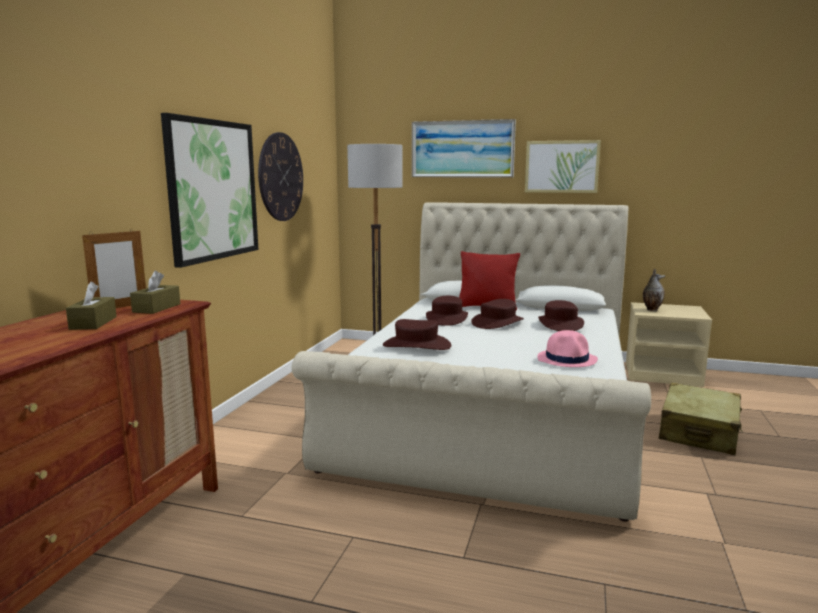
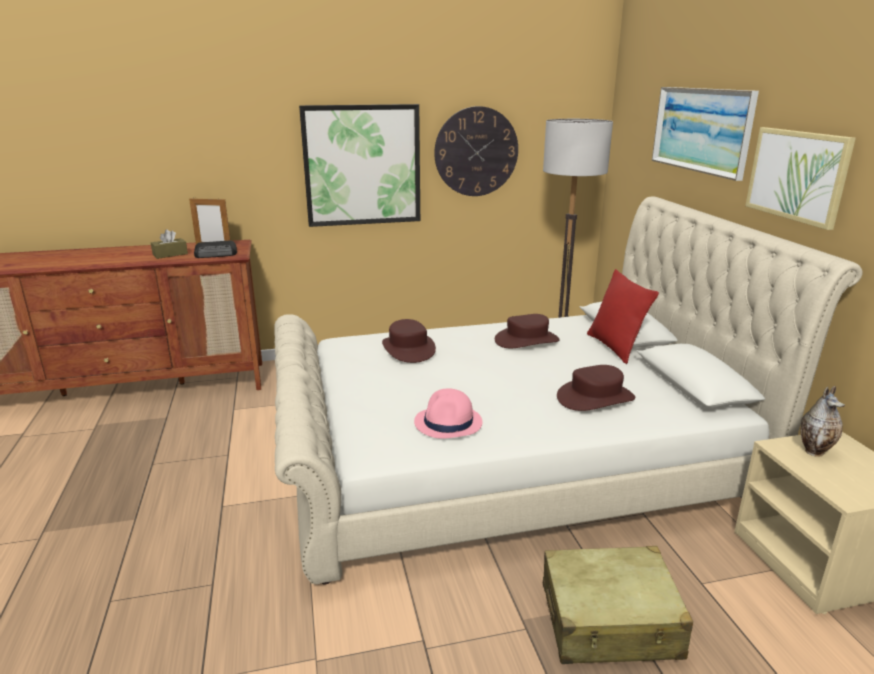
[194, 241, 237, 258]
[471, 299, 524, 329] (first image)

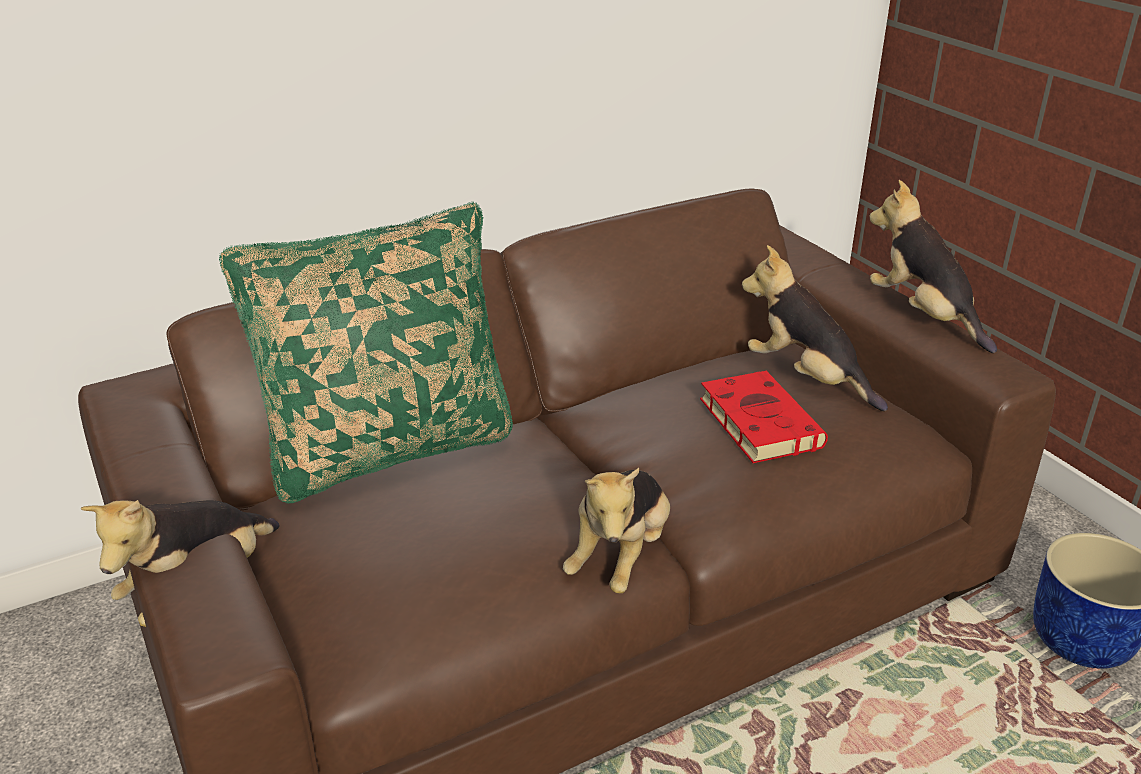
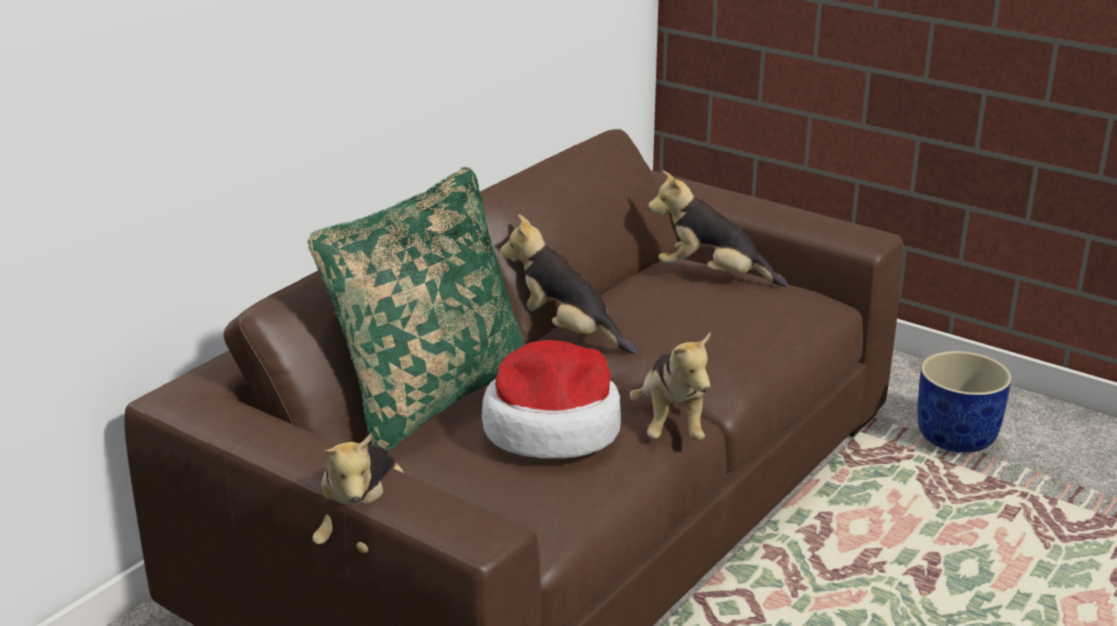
[700, 371, 828, 463] (first image)
[500, 214, 637, 354]
[482, 340, 621, 459]

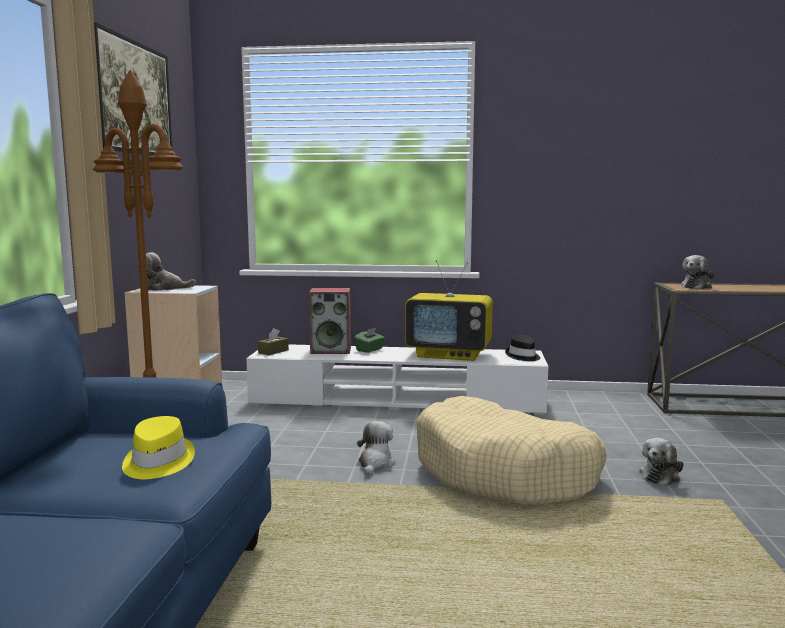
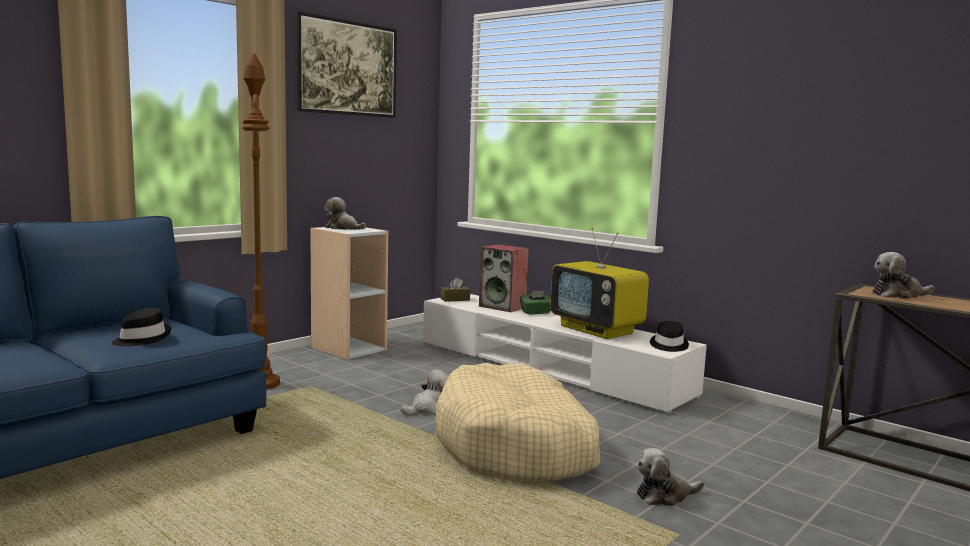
[112, 308, 171, 346]

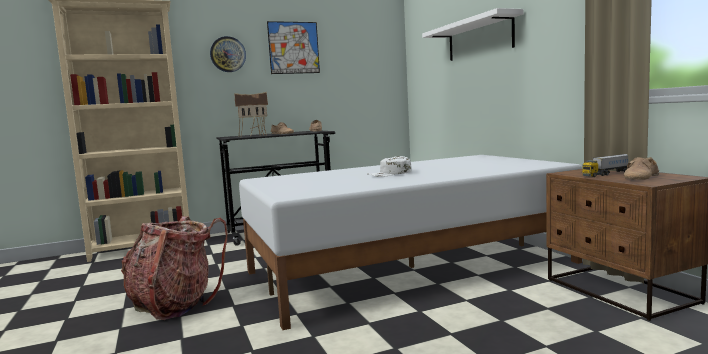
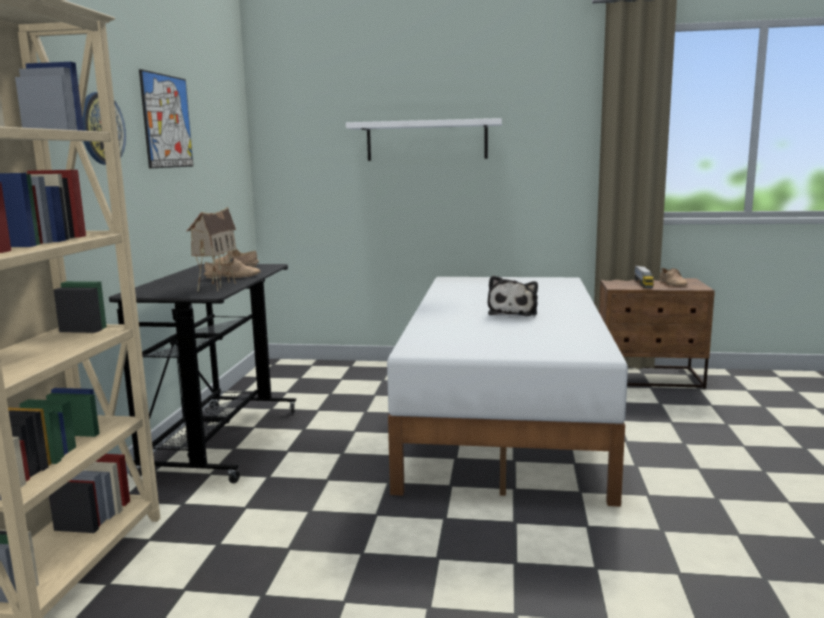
[121, 216, 227, 320] (first image)
[488, 275, 538, 316]

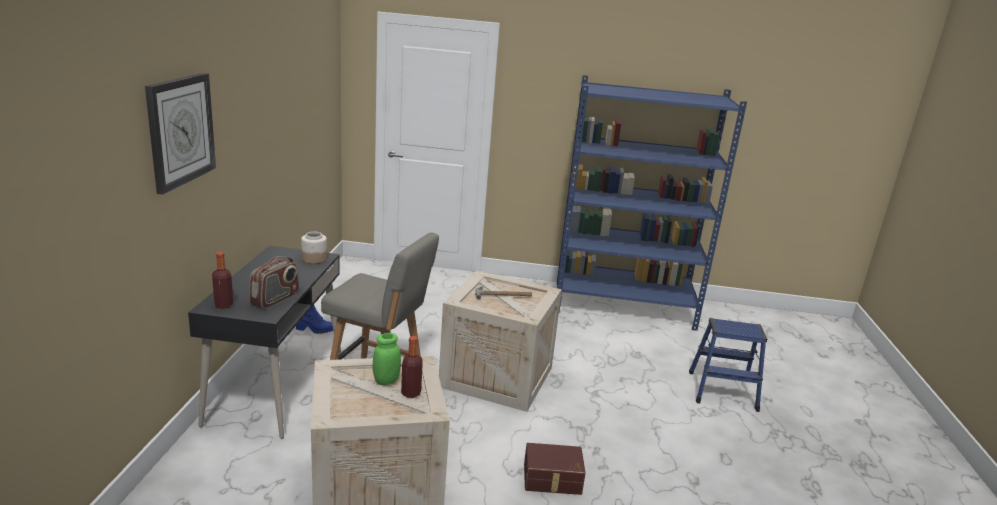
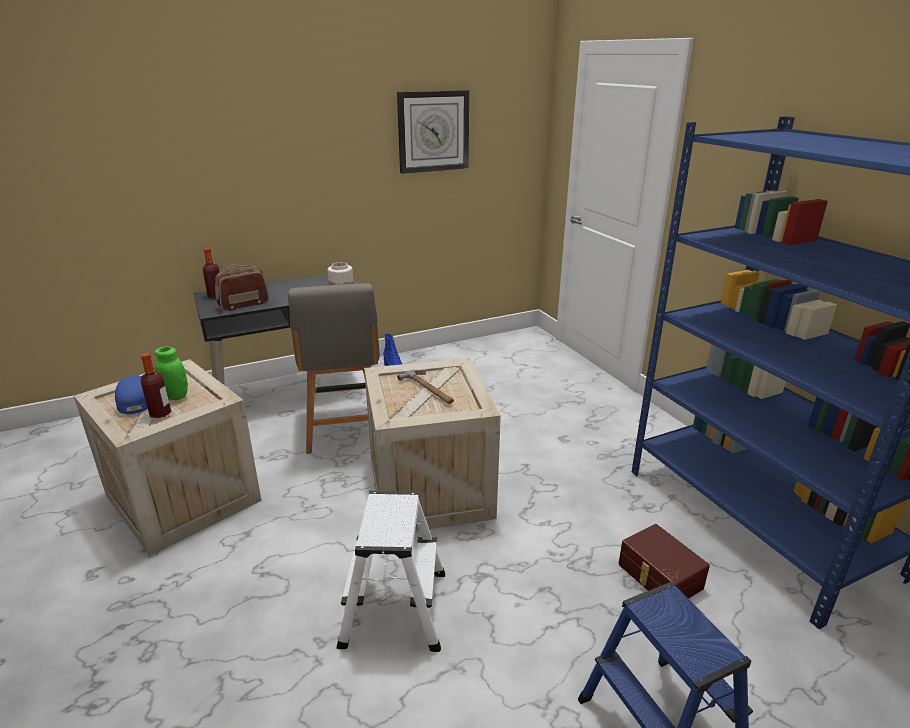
[397, 90, 469, 174]
[215, 265, 269, 311]
[618, 524, 710, 599]
[115, 376, 148, 414]
[337, 491, 445, 652]

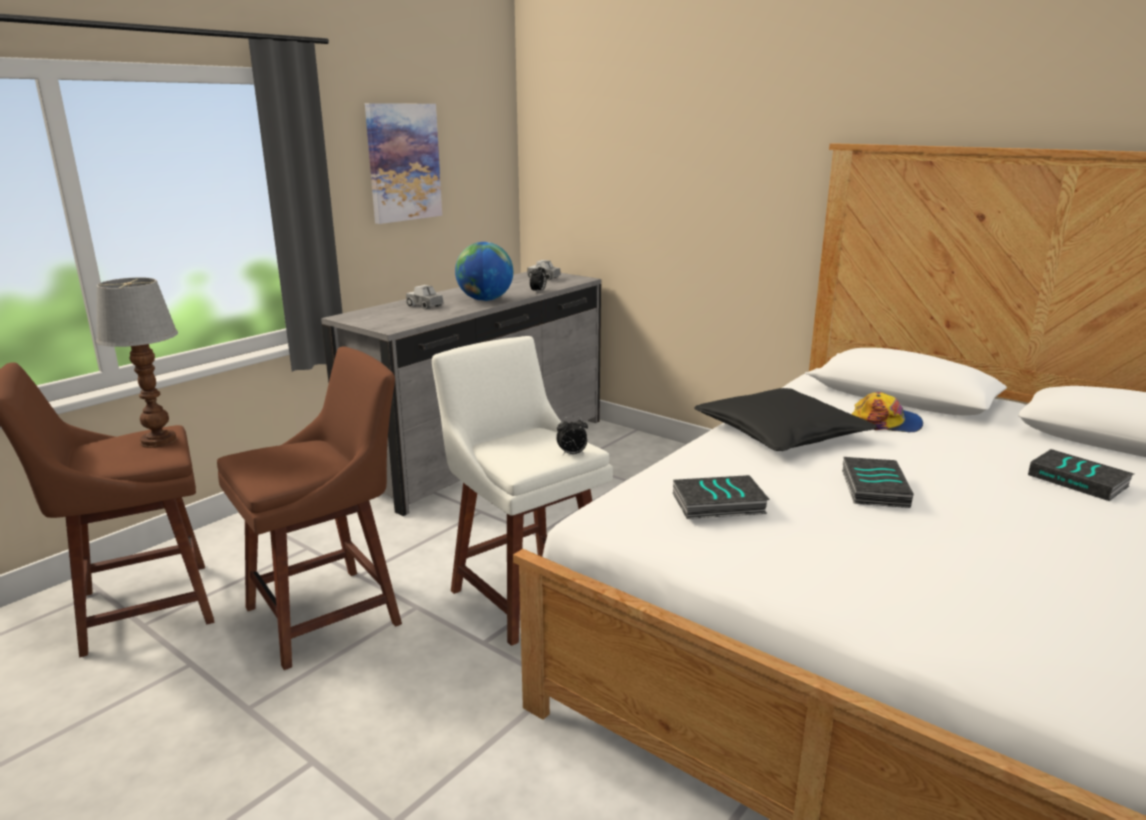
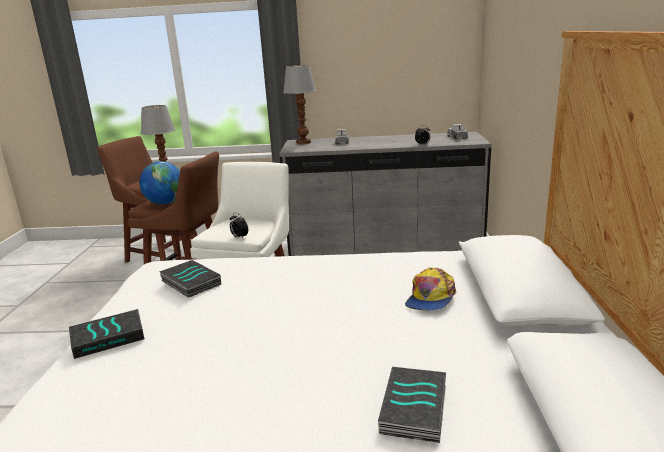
[365, 103, 442, 224] (first image)
[139, 161, 180, 205]
[694, 388, 877, 451] (first image)
[69, 309, 144, 359]
[405, 267, 456, 311]
[283, 65, 316, 144]

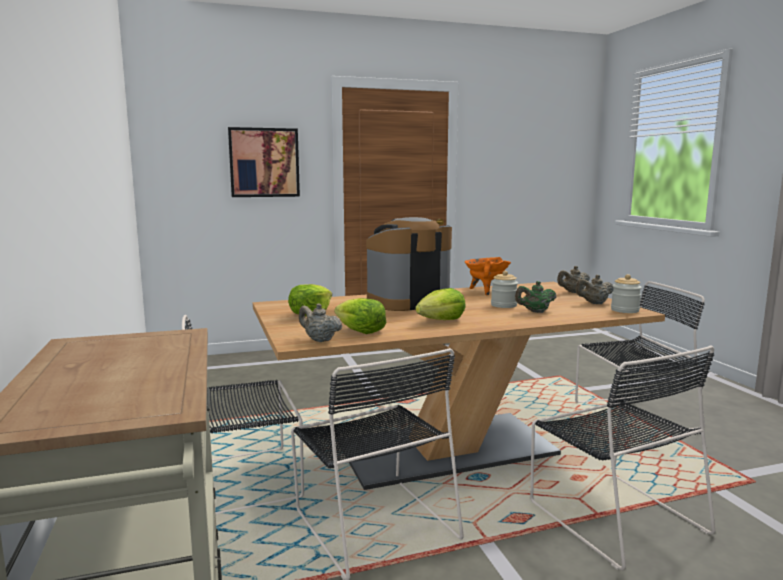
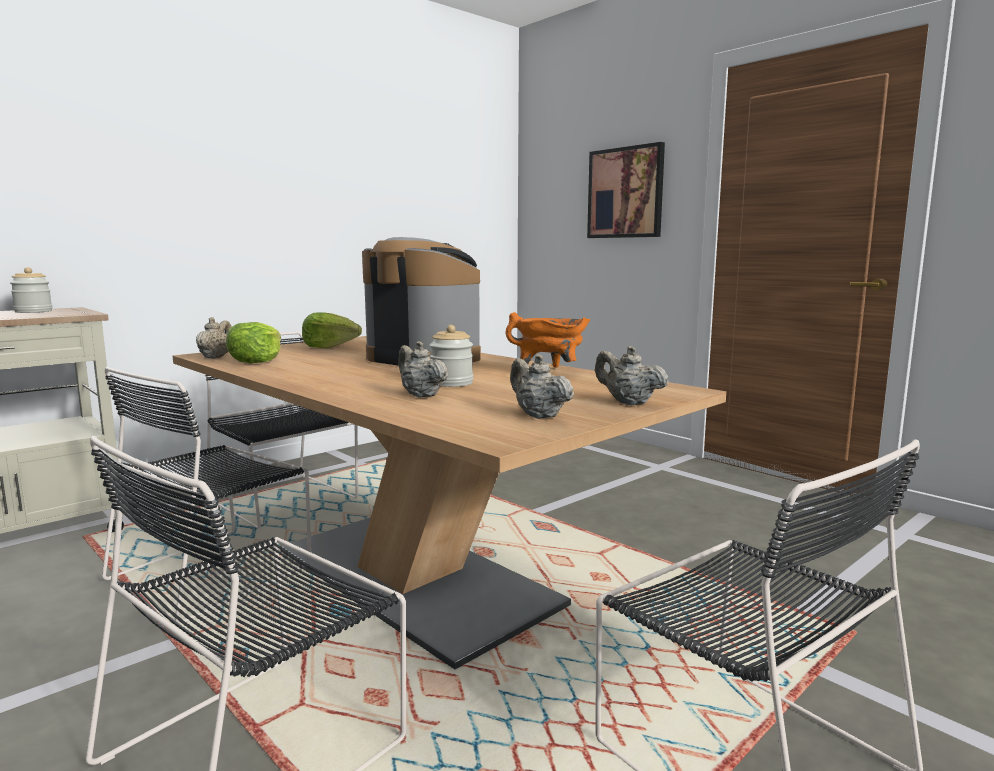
[415, 288, 466, 320] (first image)
[398, 341, 448, 397]
[10, 267, 52, 313]

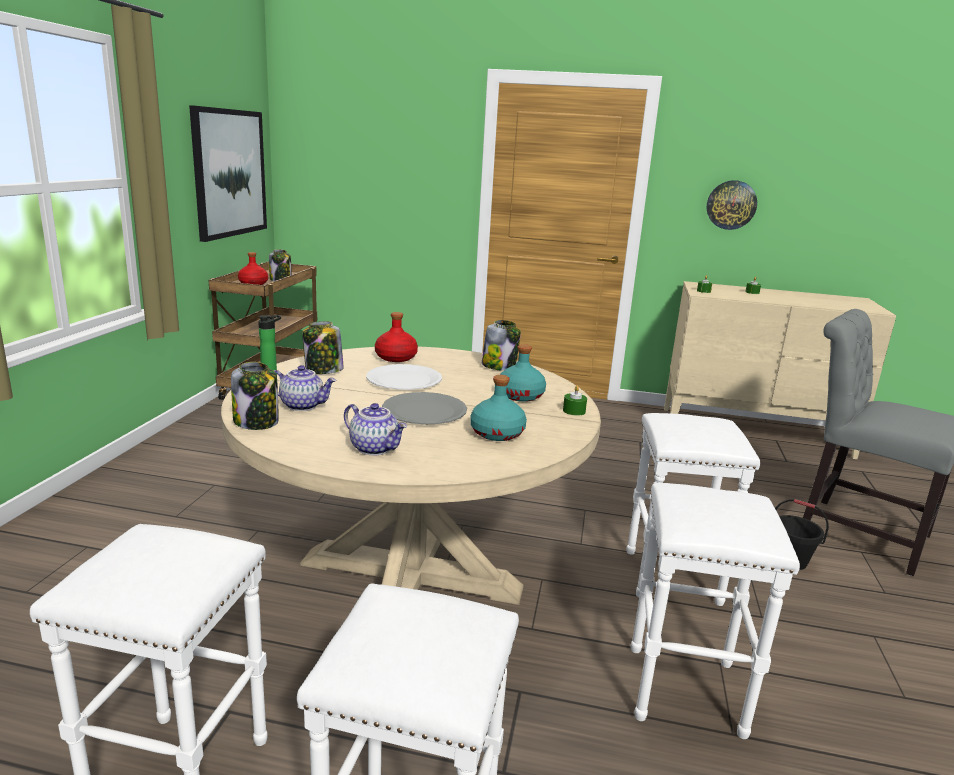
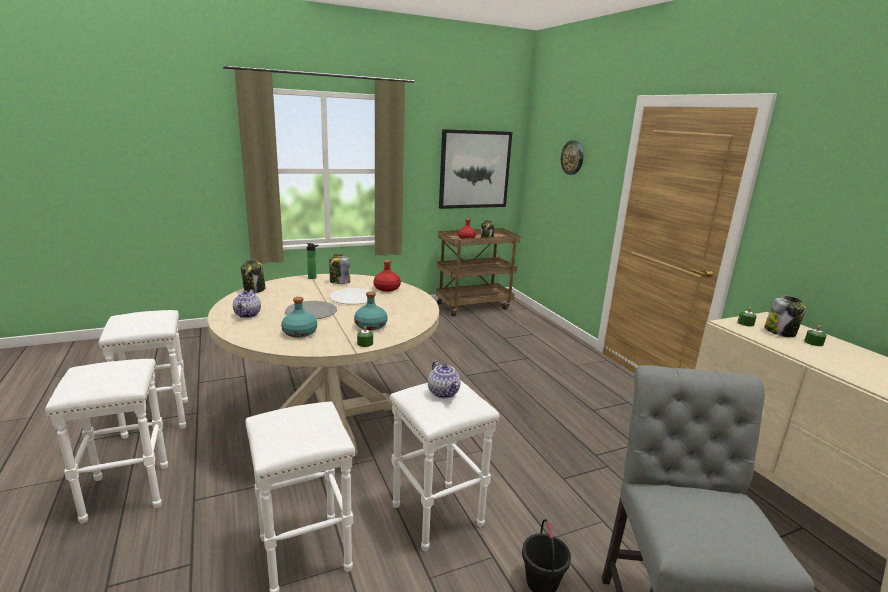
[428, 361, 461, 398]
[764, 296, 806, 337]
[561, 140, 583, 175]

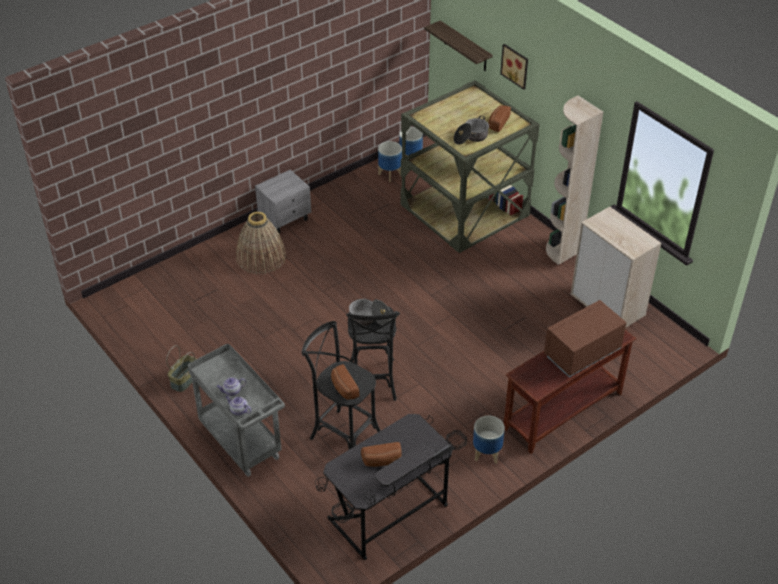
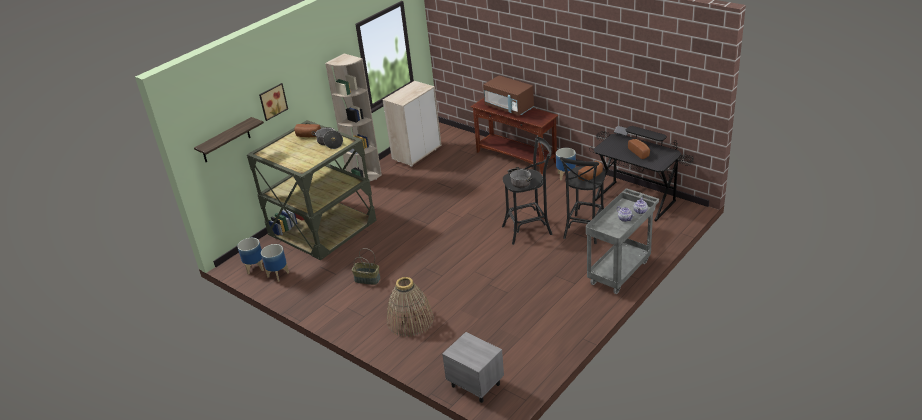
[352, 248, 381, 285]
[442, 332, 504, 403]

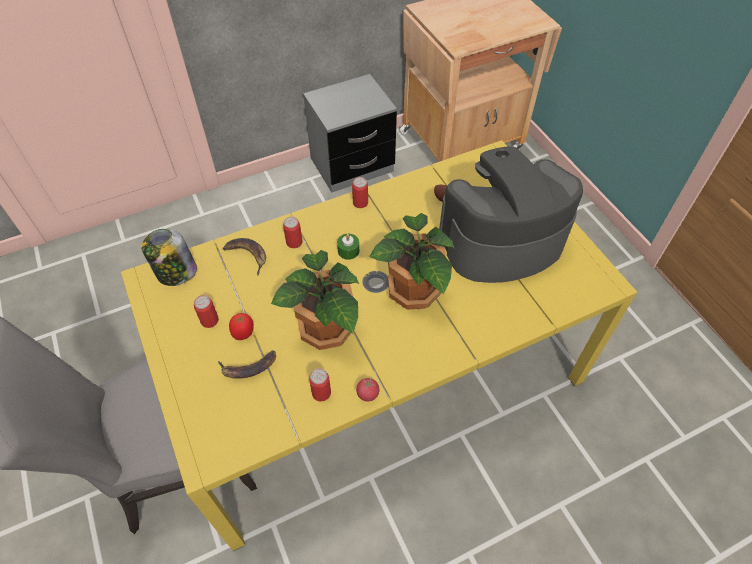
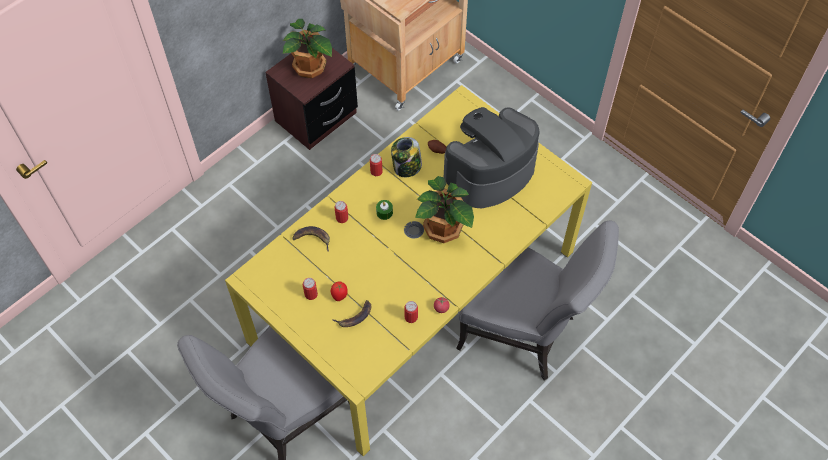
[391, 137, 422, 177]
[283, 19, 332, 78]
[265, 48, 358, 150]
[456, 220, 619, 381]

